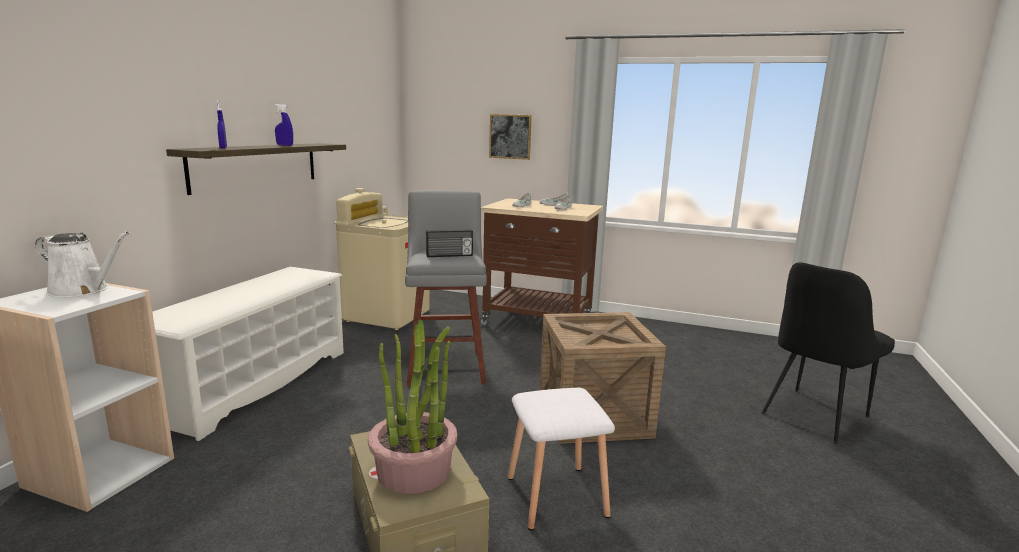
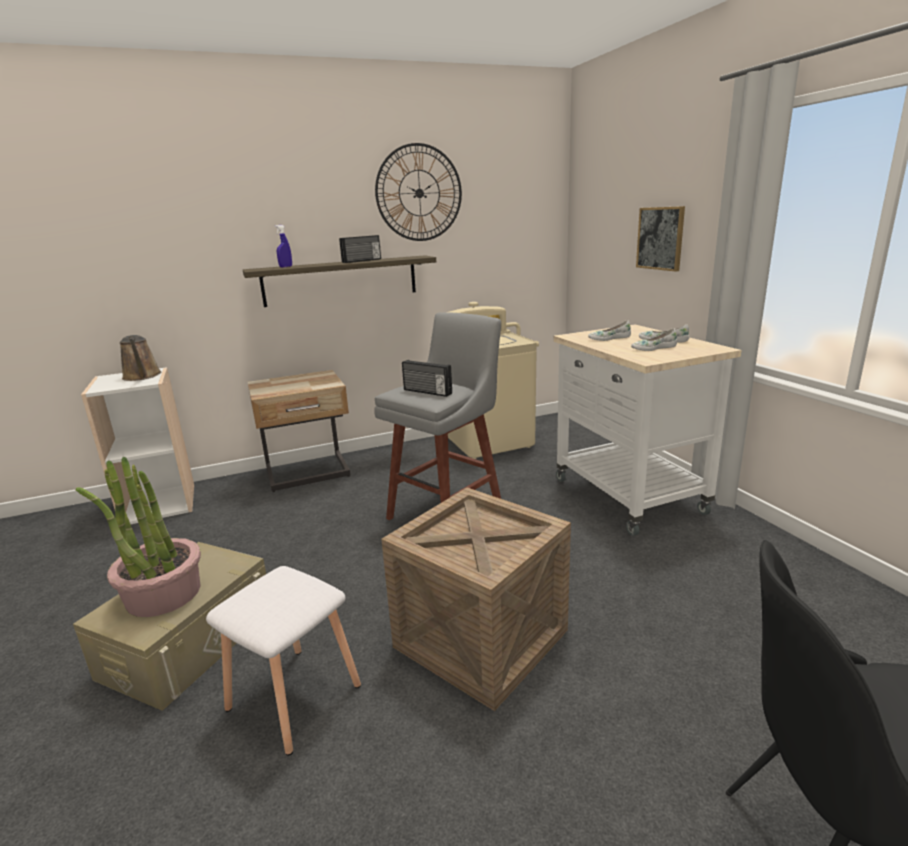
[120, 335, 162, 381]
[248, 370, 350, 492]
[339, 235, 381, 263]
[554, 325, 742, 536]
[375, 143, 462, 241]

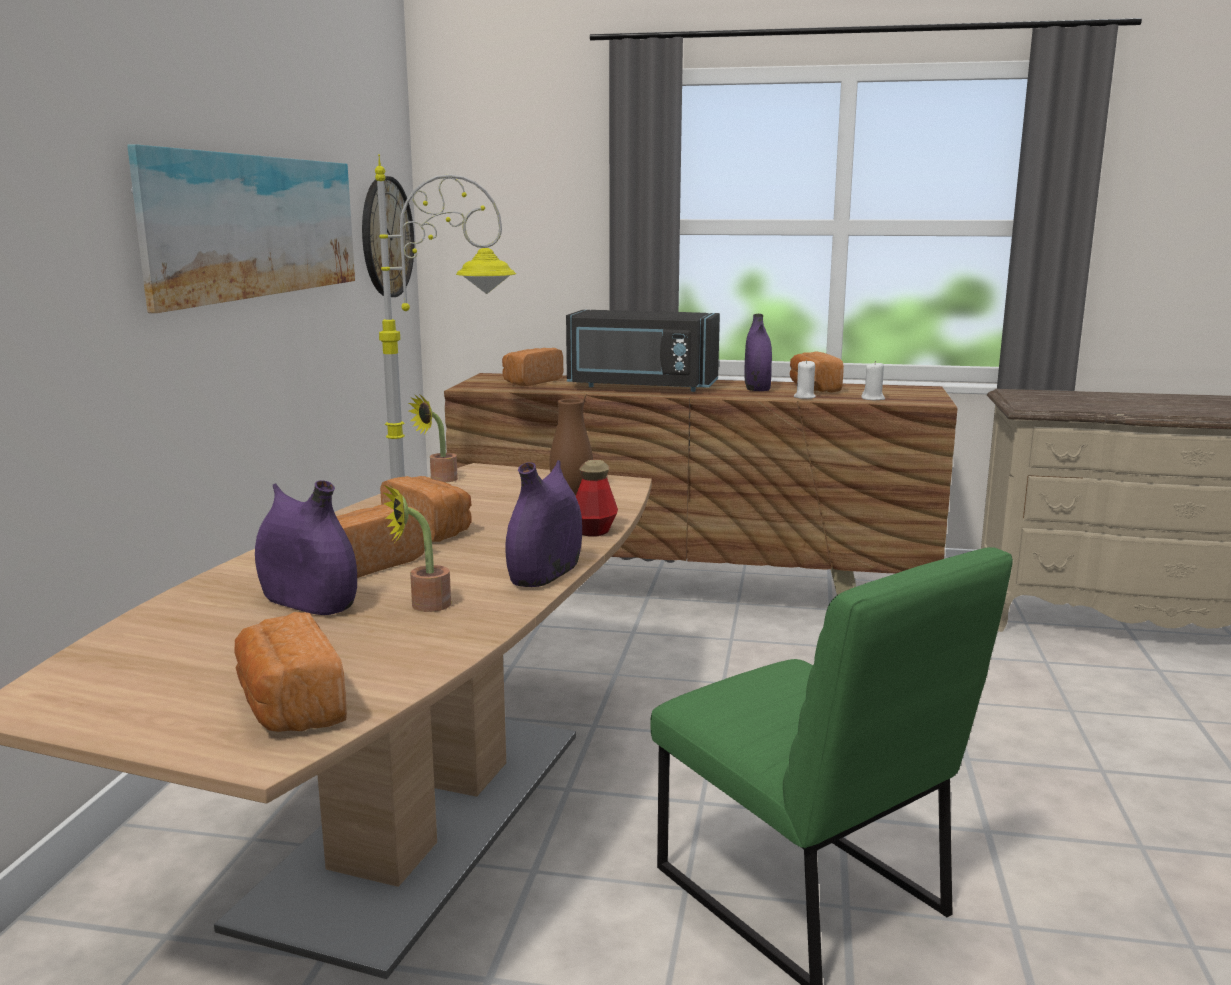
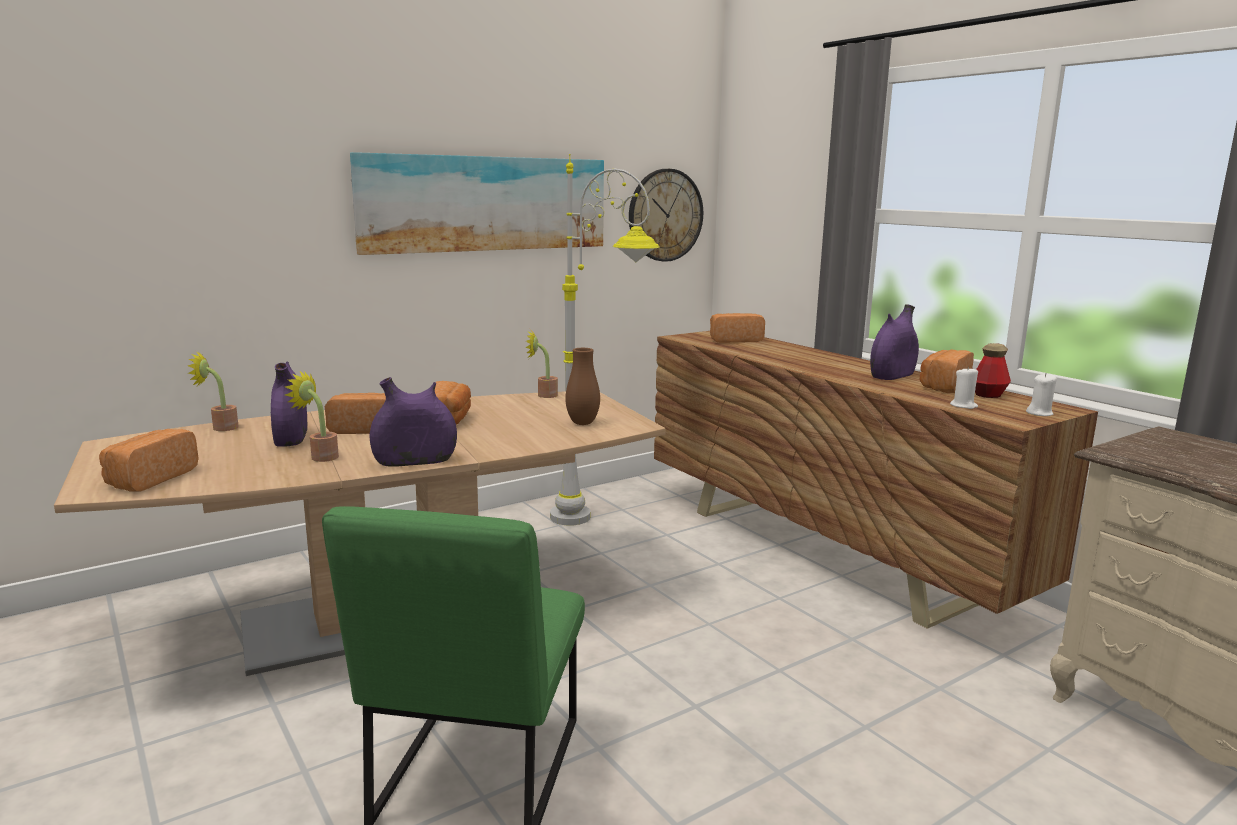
[566, 310, 720, 392] (first image)
[975, 343, 1011, 398]
[1026, 373, 1057, 416]
[188, 351, 239, 431]

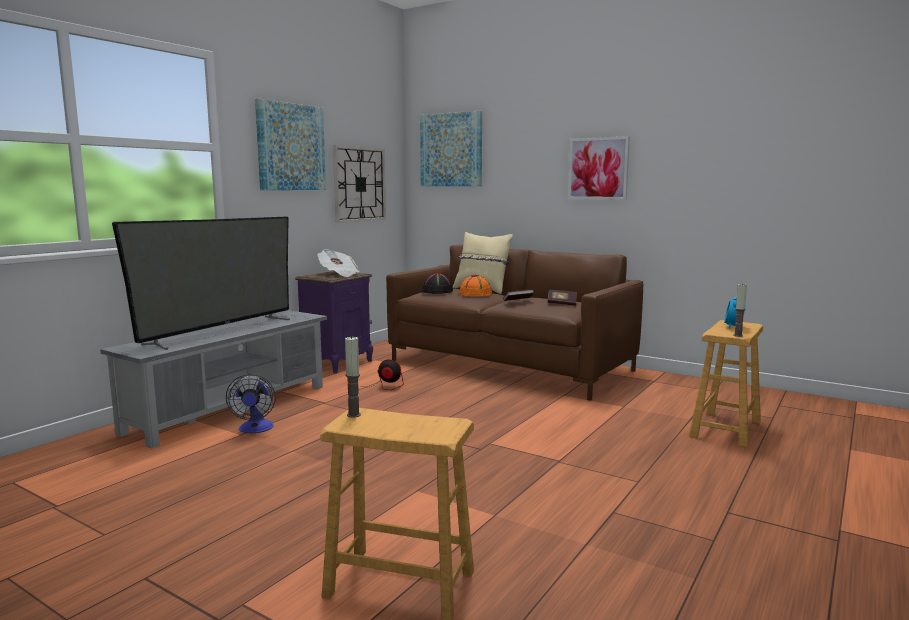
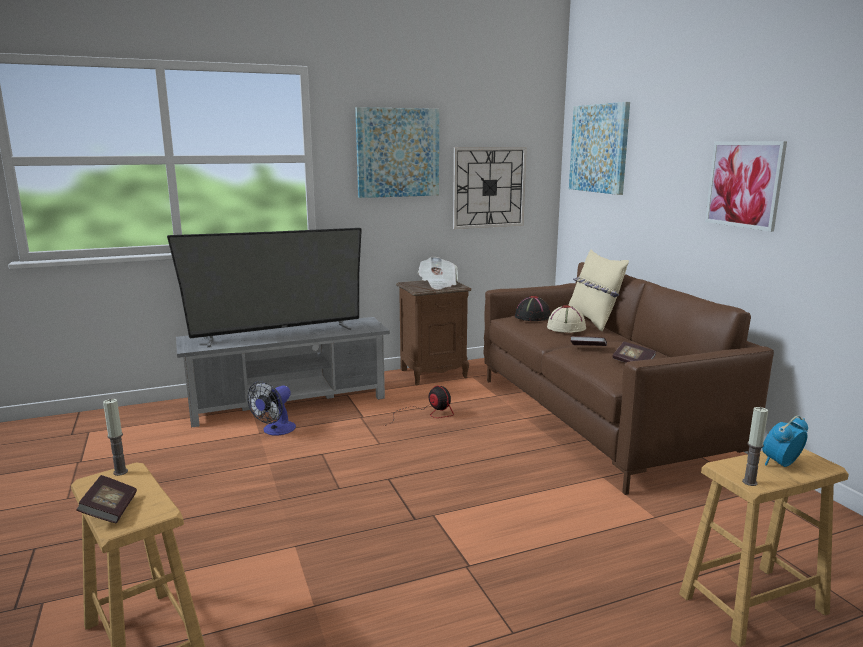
[396, 280, 472, 385]
[547, 305, 586, 333]
[76, 475, 137, 523]

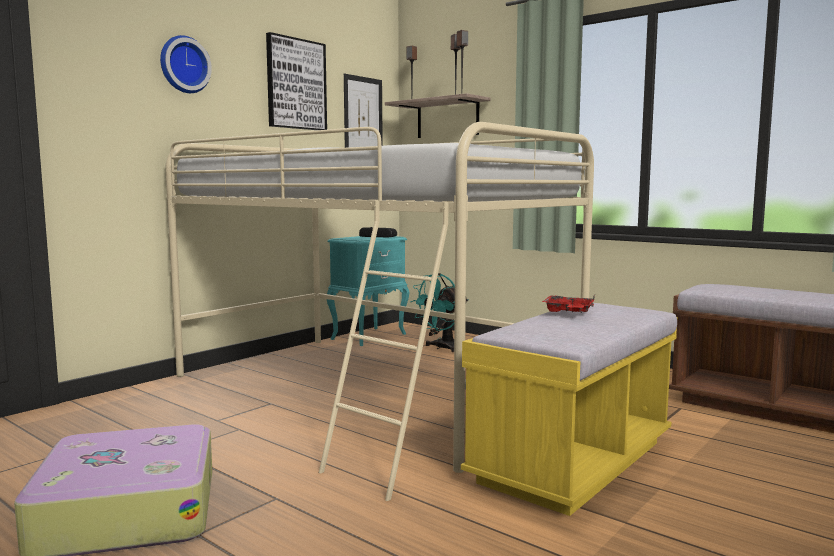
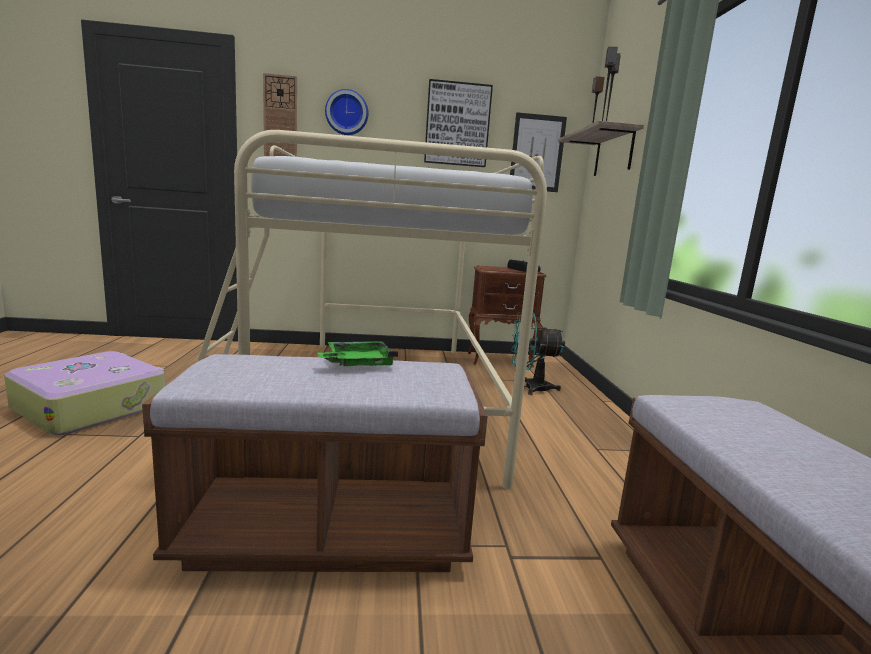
[468, 265, 546, 367]
[142, 354, 487, 572]
[317, 341, 398, 366]
[263, 73, 297, 157]

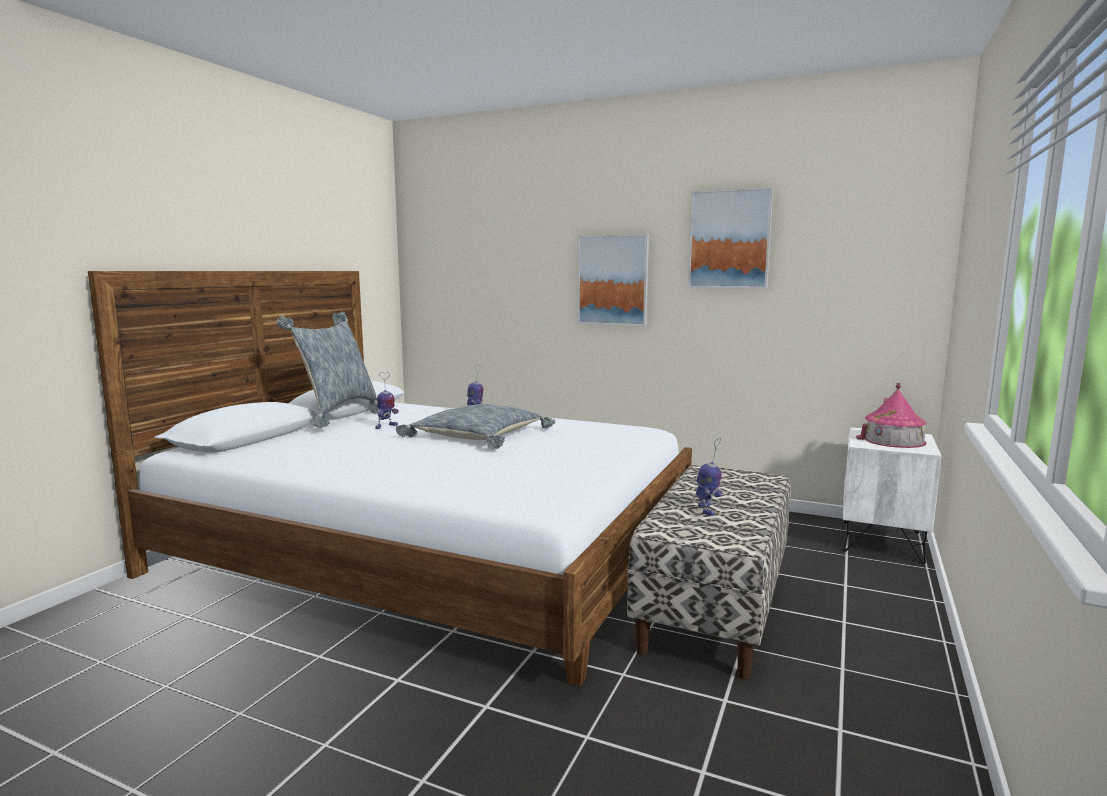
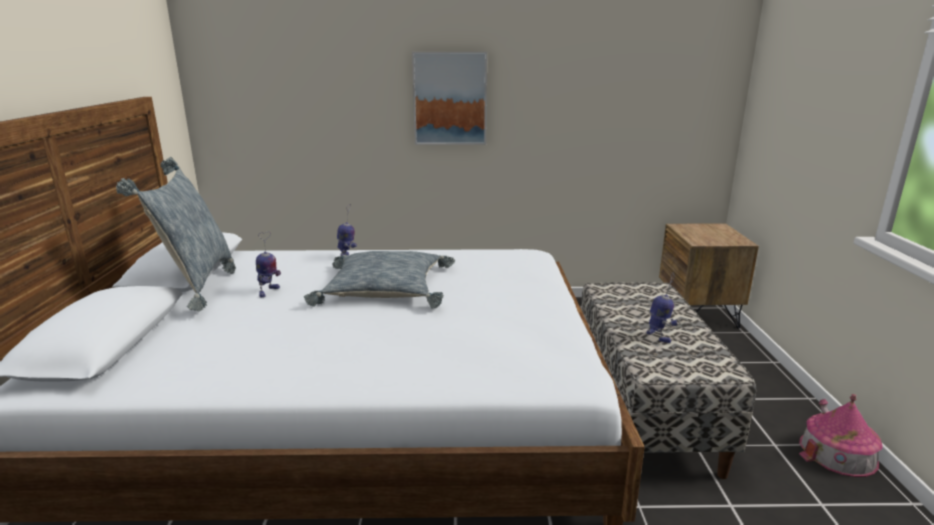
[688, 187, 773, 288] (first image)
[659, 223, 759, 329]
[799, 394, 882, 477]

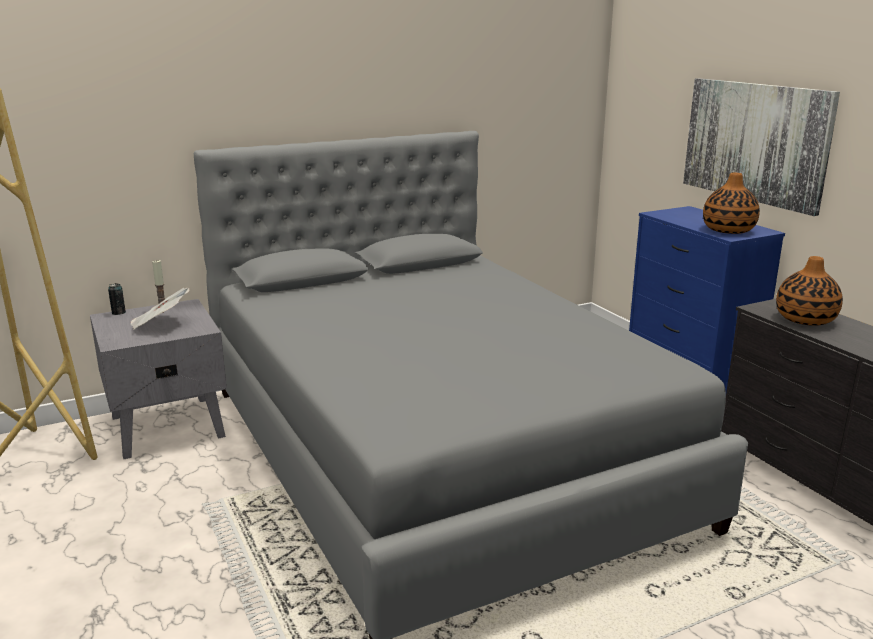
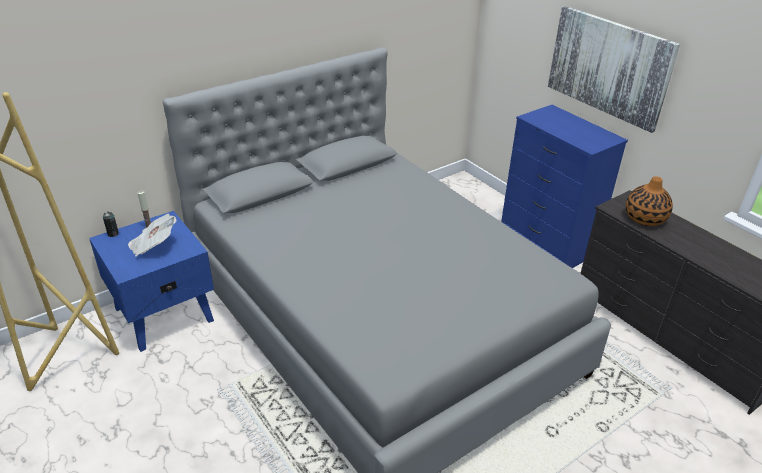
[89, 211, 214, 352]
[703, 172, 760, 234] (first image)

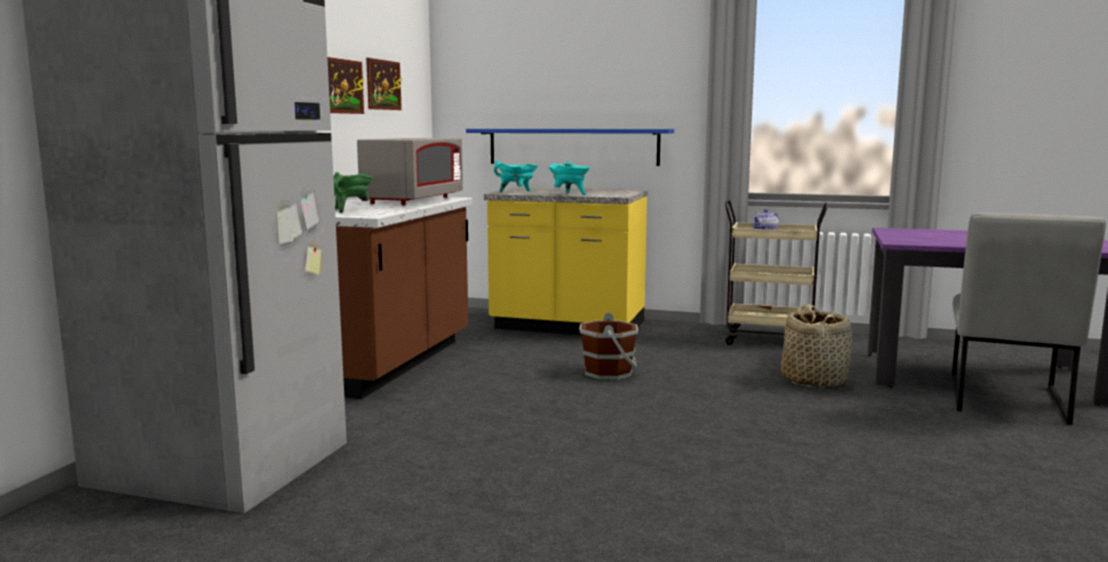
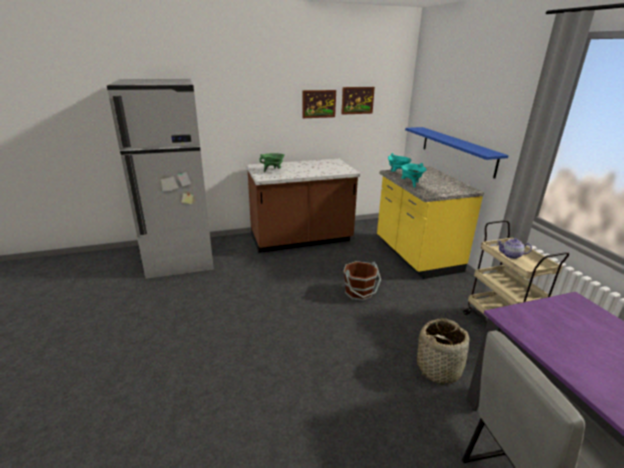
[357, 138, 463, 205] (first image)

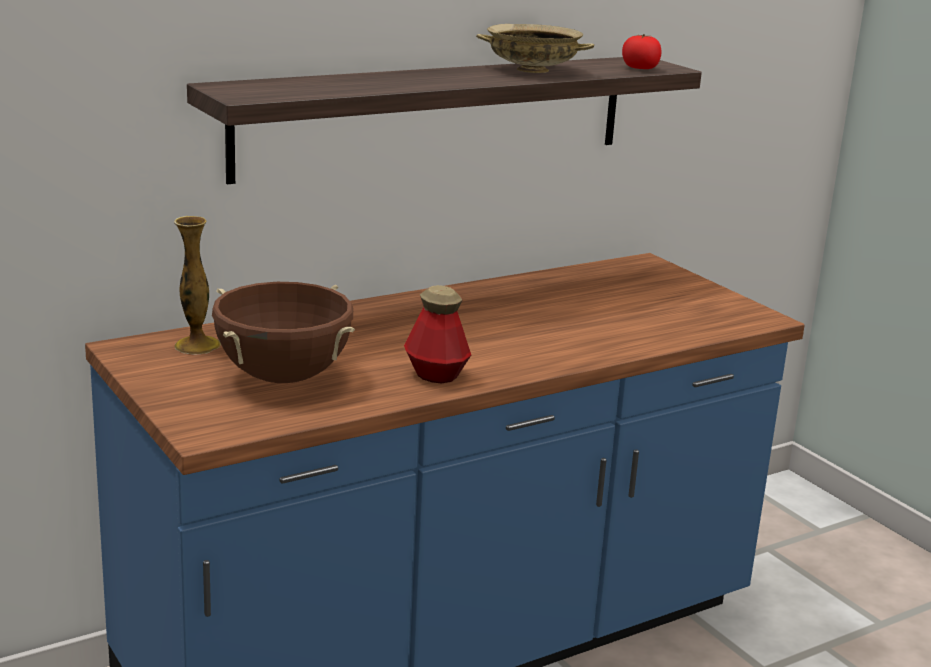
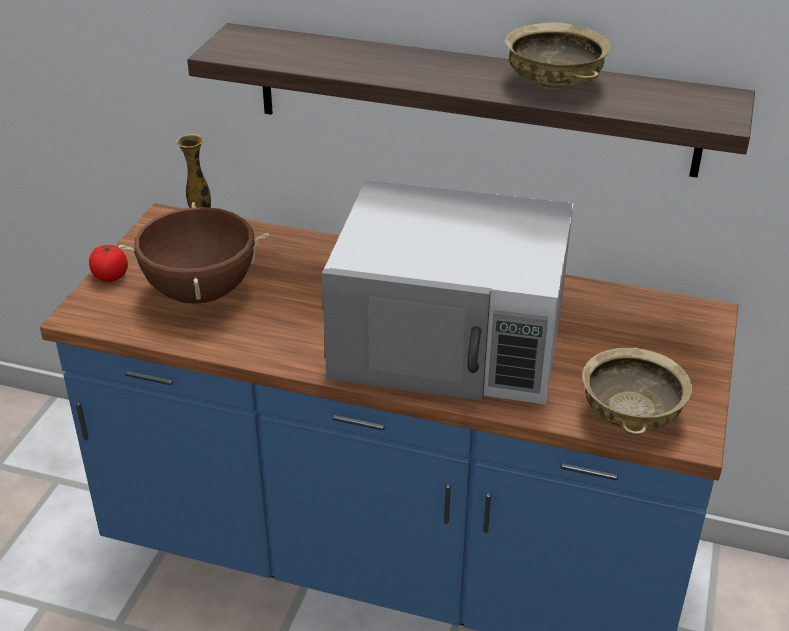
[404, 285, 471, 384] (first image)
[89, 245, 128, 282]
[322, 180, 573, 404]
[582, 348, 692, 436]

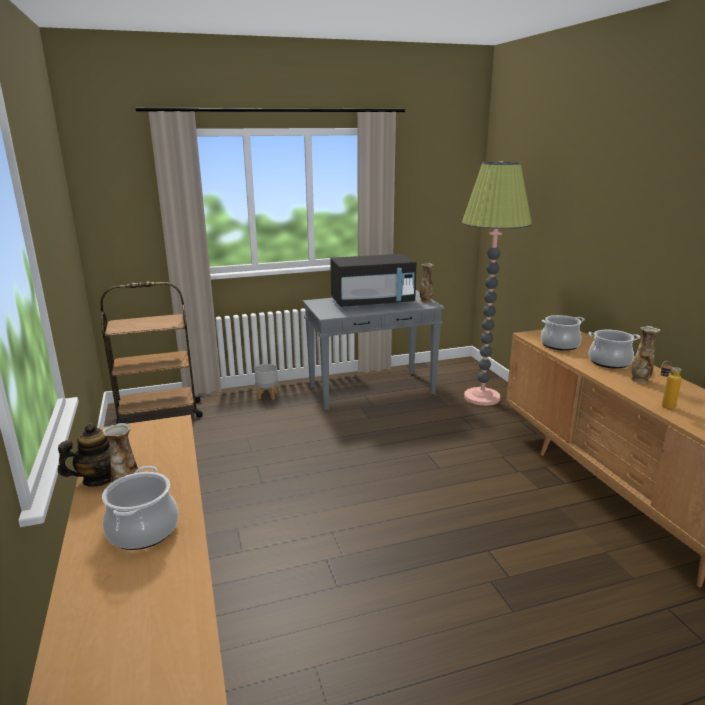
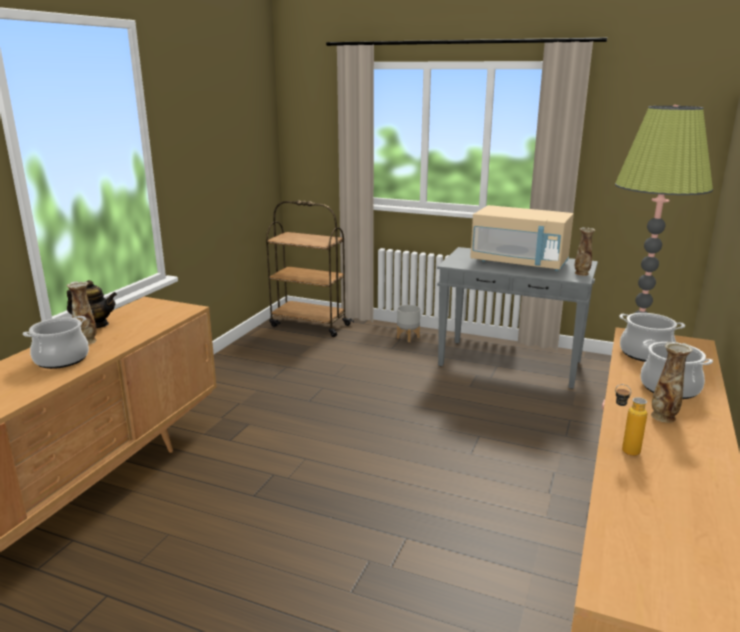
[470, 205, 574, 271]

